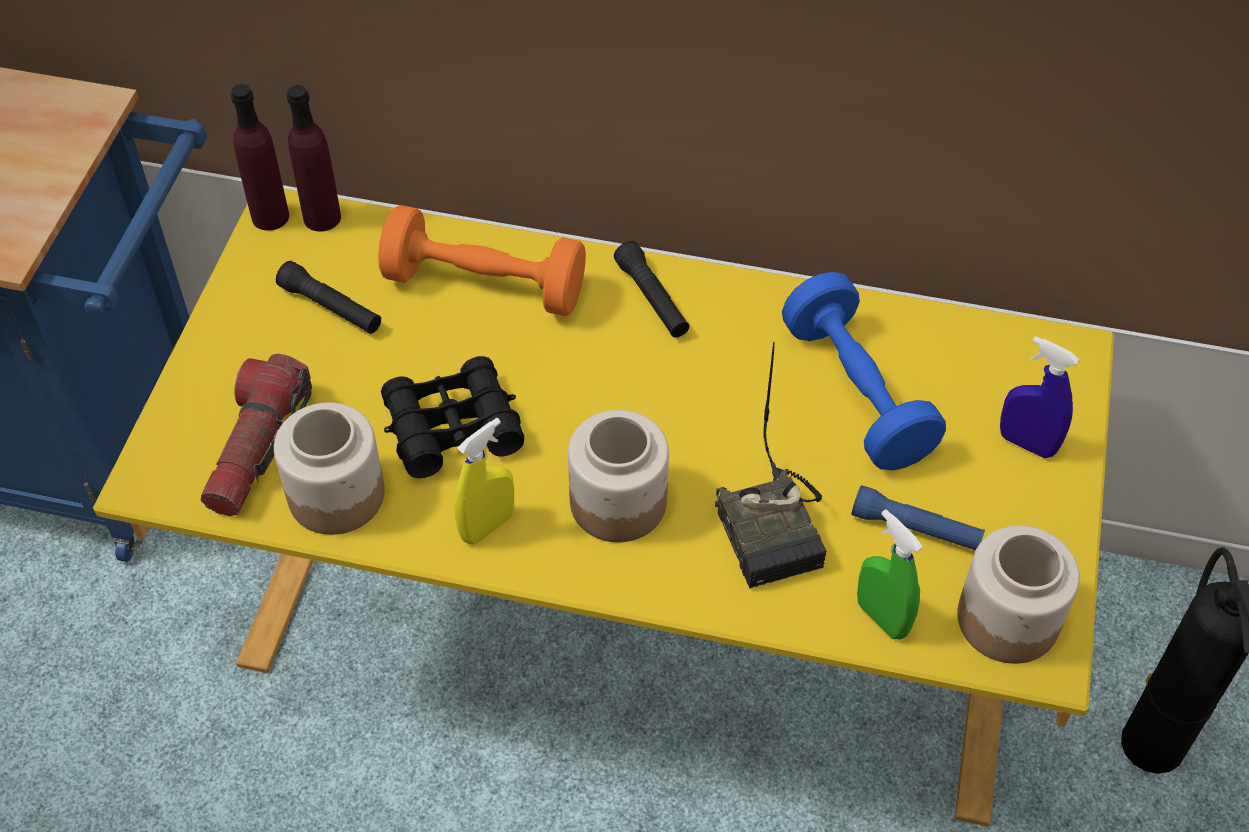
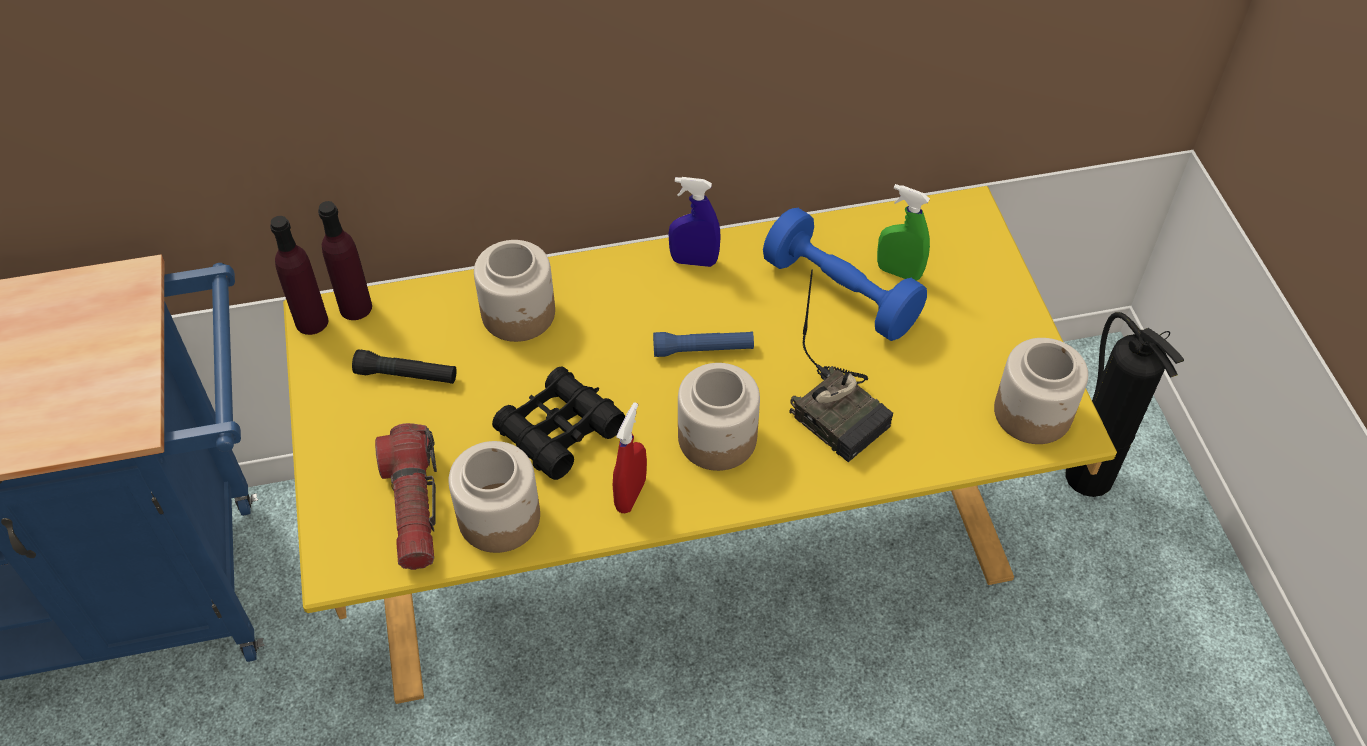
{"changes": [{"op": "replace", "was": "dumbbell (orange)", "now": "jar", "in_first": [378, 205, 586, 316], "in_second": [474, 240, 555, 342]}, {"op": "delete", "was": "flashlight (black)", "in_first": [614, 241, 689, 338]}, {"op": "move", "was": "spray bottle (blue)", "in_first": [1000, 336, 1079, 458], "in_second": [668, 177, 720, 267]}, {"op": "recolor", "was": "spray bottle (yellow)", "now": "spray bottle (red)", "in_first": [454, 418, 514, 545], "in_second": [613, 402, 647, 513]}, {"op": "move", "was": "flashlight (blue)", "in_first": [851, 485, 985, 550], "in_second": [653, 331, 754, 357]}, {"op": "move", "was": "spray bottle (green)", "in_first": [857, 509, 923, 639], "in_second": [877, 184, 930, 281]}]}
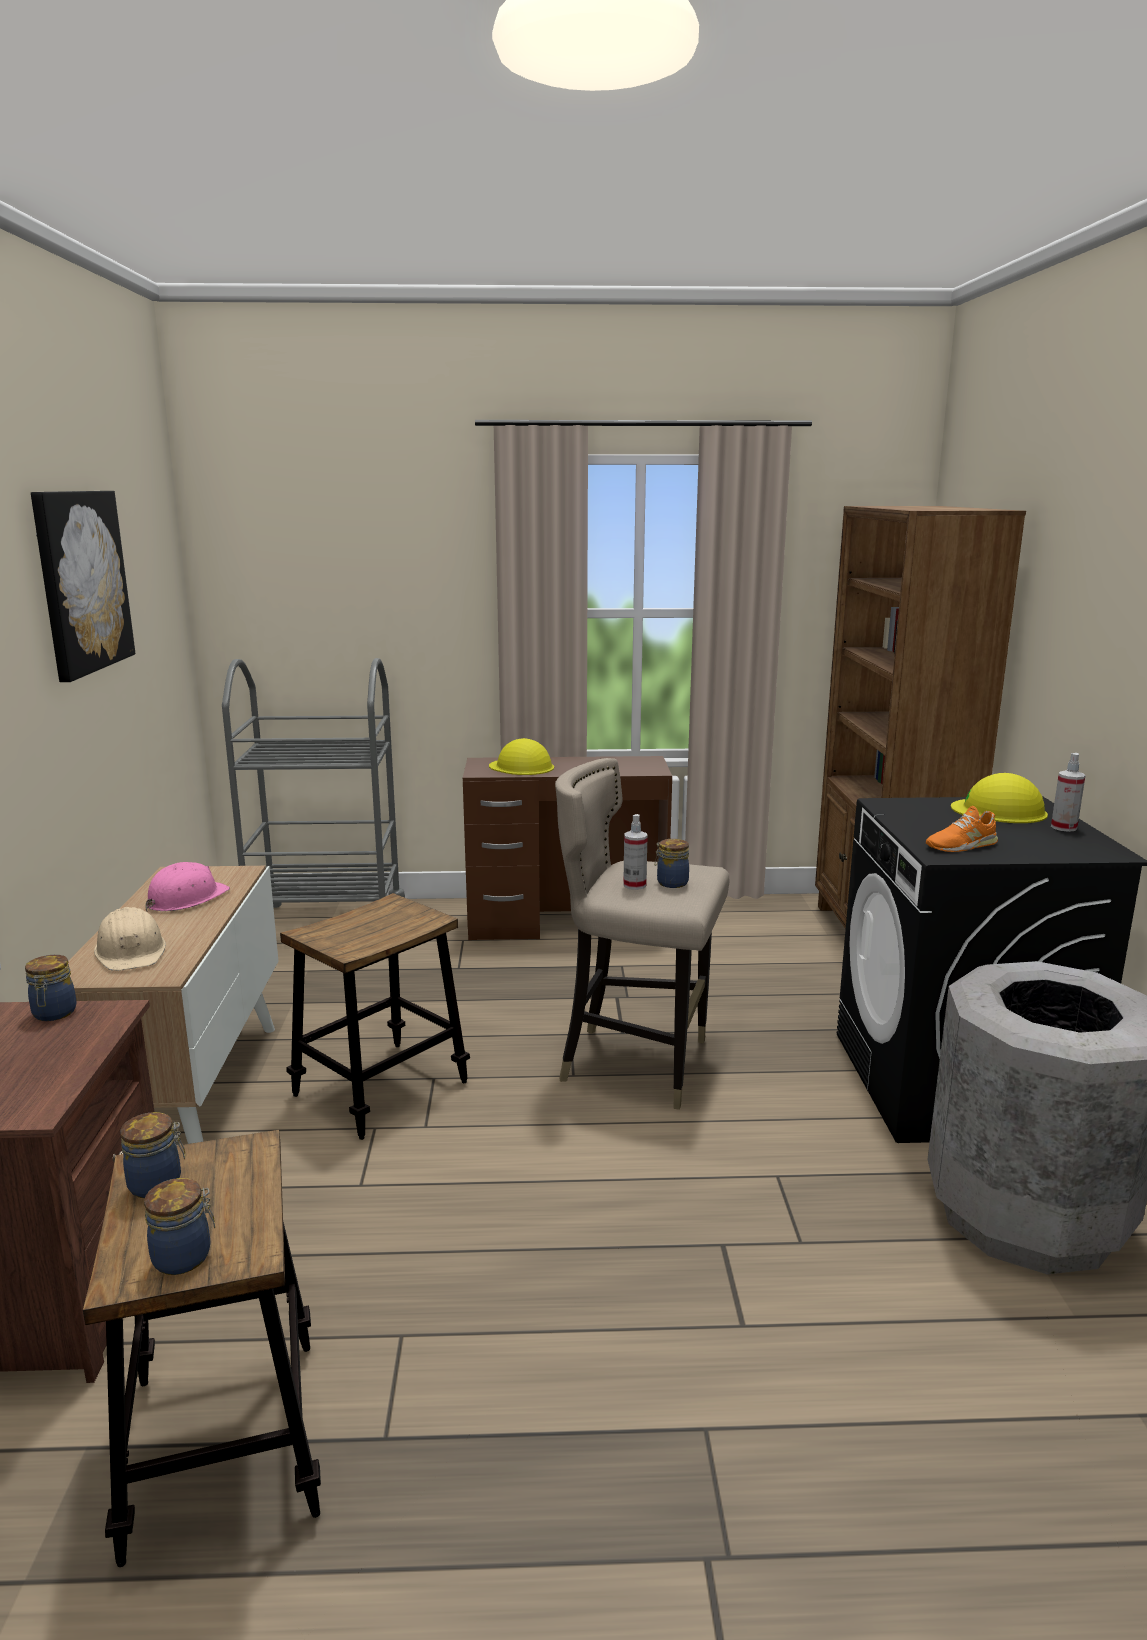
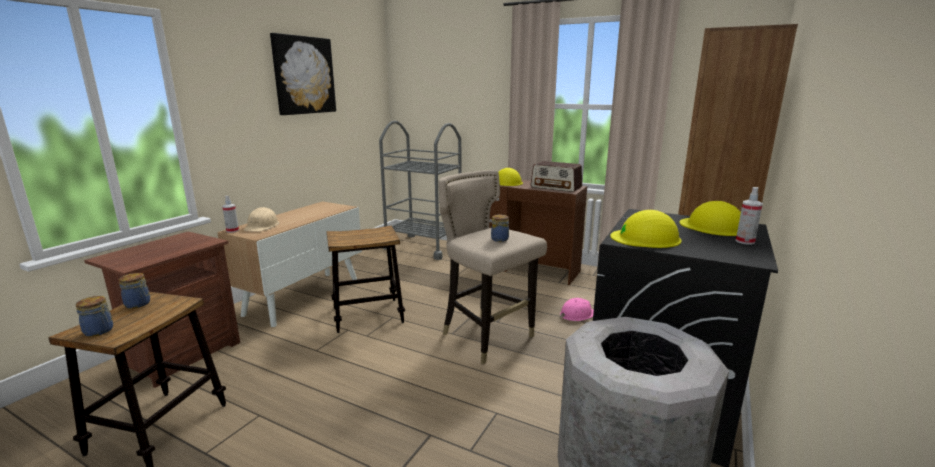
{"changes": [{"op": "replace", "was": "shoe (orange)", "now": "hard hat (yellow)", "in_first": [926, 806, 998, 852], "in_second": [610, 210, 682, 248]}, {"op": "move", "was": "spray bottle", "in_first": [623, 814, 648, 890], "in_second": [222, 196, 239, 233]}, {"op": "move", "was": "hard hat (pink)", "in_first": [145, 862, 230, 911], "in_second": [560, 298, 594, 321]}, {"op": "delete", "was": "jar", "in_first": [25, 955, 77, 1021]}, {"op": "insert", "now": "radio", "in_second": [531, 161, 582, 192]}]}
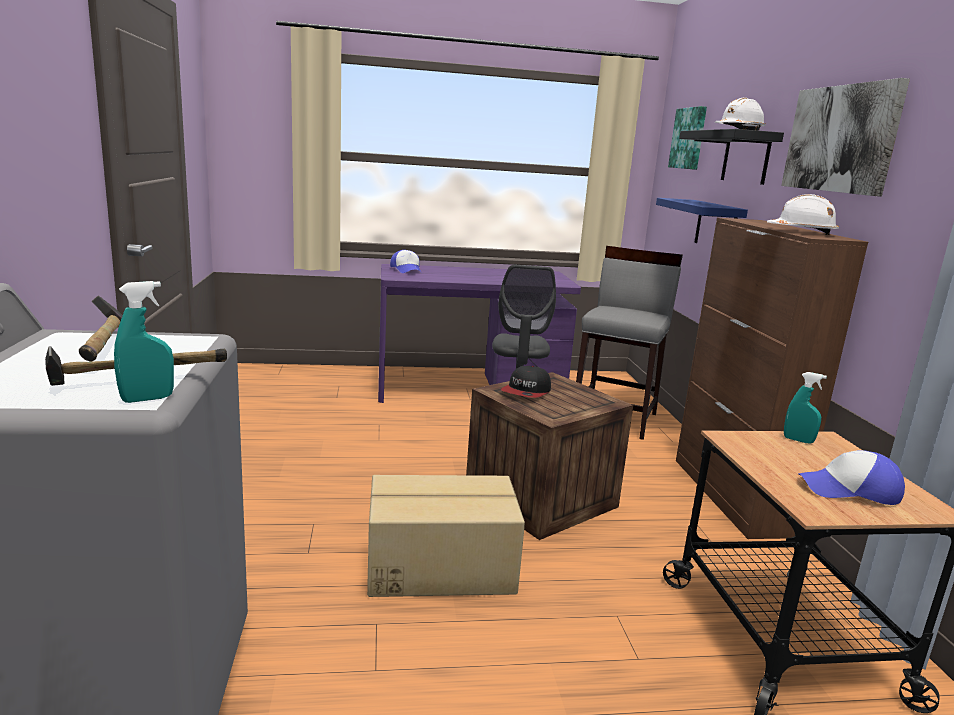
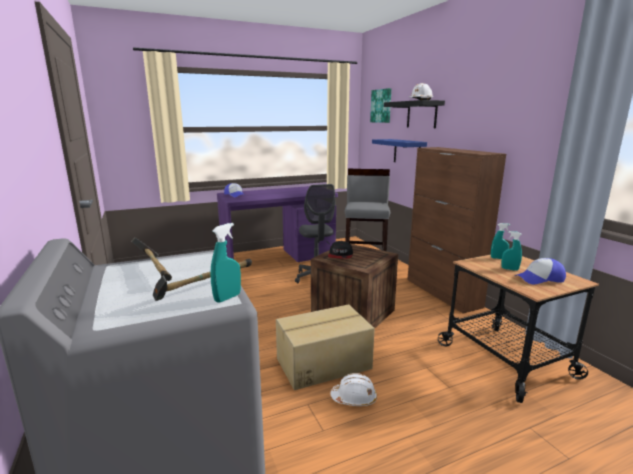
{"changes": [{"op": "delete", "was": "picture", "in_first": [781, 78, 910, 197]}, {"op": "move", "was": "hard hat (white)", "in_first": [767, 194, 839, 235], "in_second": [331, 373, 377, 406]}, {"op": "insert", "now": "spray bottle (turquoise)", "in_second": [501, 231, 522, 271]}]}
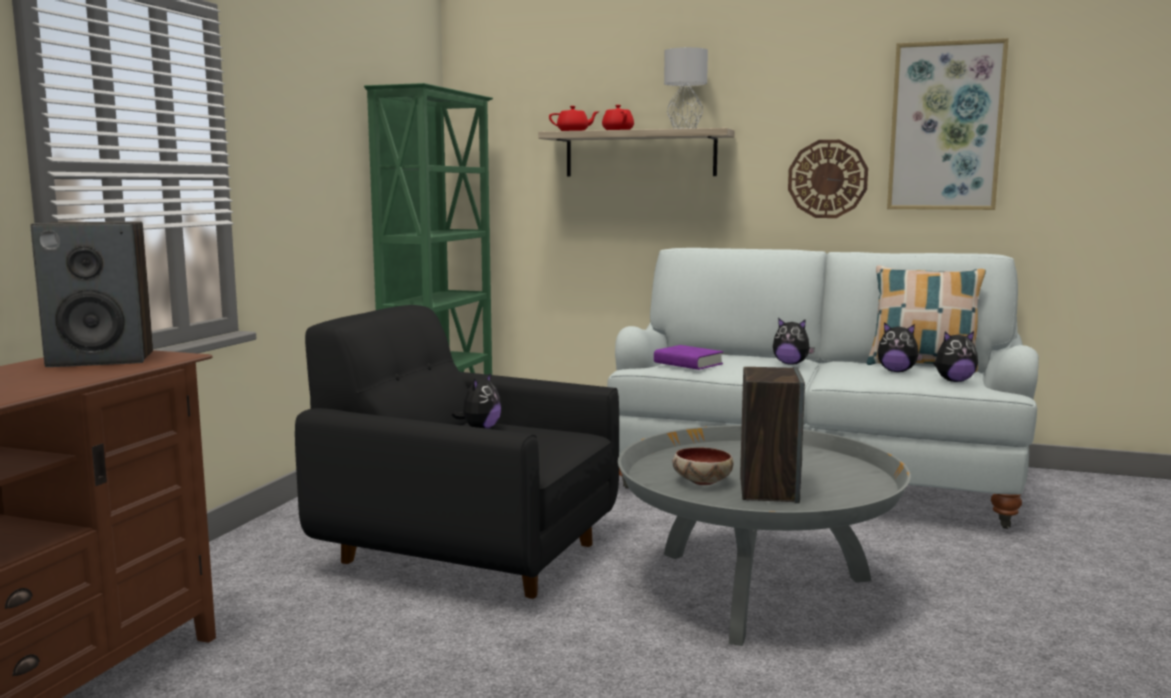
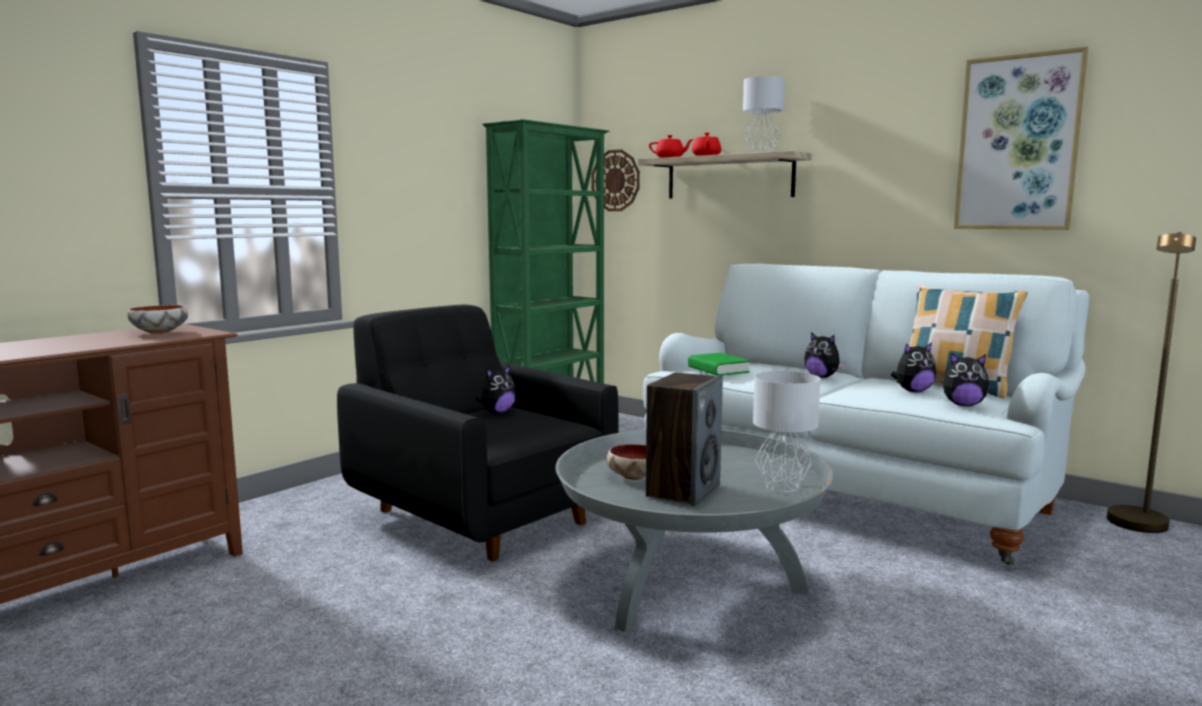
{"changes": [{"op": "move", "was": "wall clock", "in_first": [788, 140, 868, 218], "in_second": [591, 150, 640, 211]}, {"op": "replace", "was": "speaker", "now": "bowl", "in_first": [31, 221, 153, 367], "in_second": [127, 305, 188, 334]}, {"op": "rotate", "was": "plush toy", "in_first": [877, 322, 923, 372], "in_second": [891, 342, 936, 392], "clockwise": -60}, {"op": "recolor", "was": "book (purple)", "now": "book (green)", "in_first": [654, 345, 723, 370], "in_second": [688, 353, 750, 376]}, {"op": "insert", "now": "floor lamp (brown)", "in_second": [1107, 232, 1196, 533]}, {"op": "insert", "now": "table lamp (grey)", "in_second": [753, 371, 820, 492]}]}
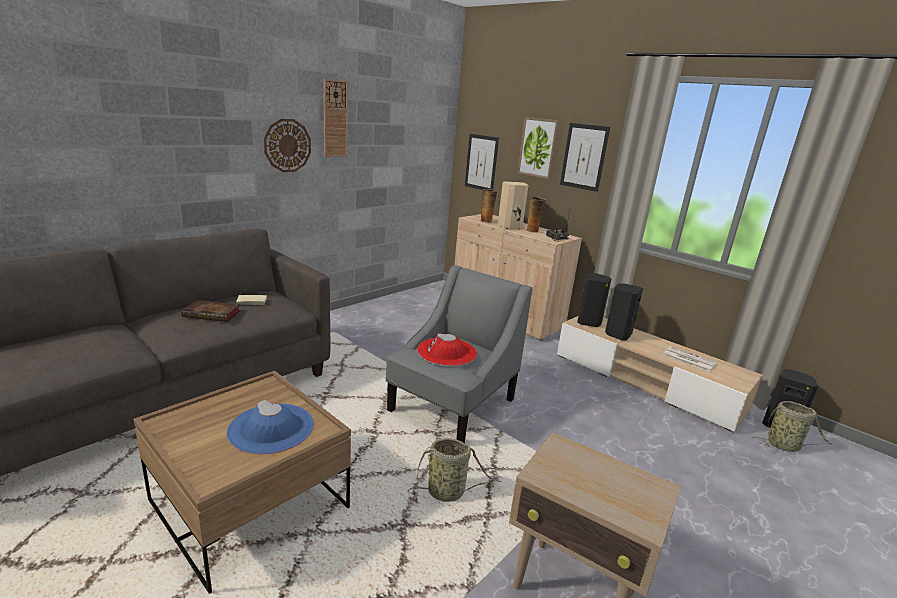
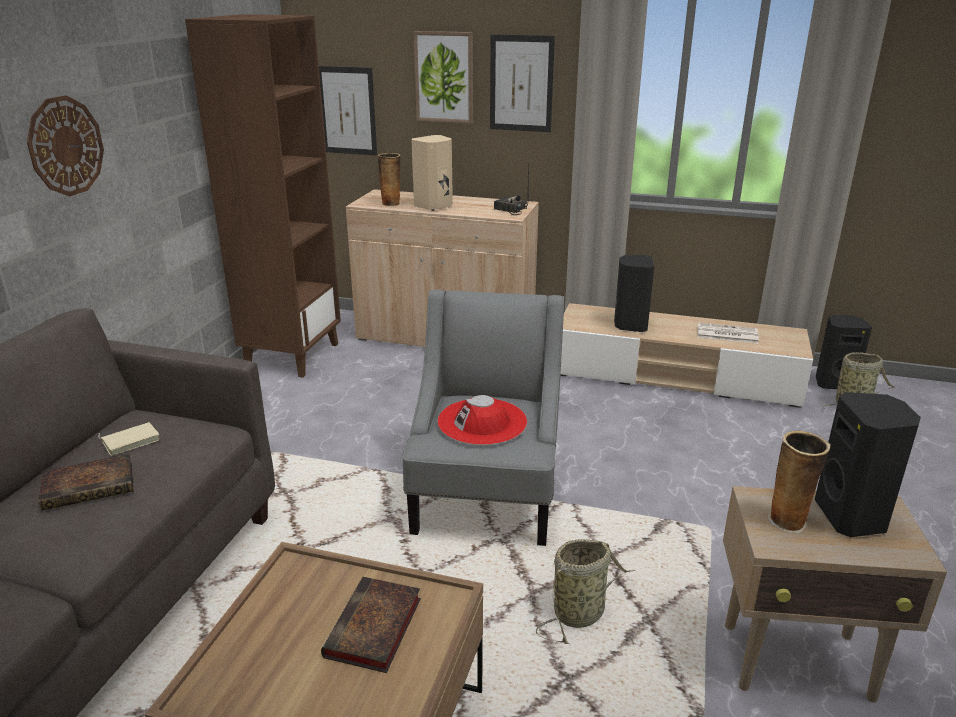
{"changes": [{"op": "delete", "was": "wall clock", "in_first": [323, 79, 348, 157]}, {"op": "move", "was": "vase", "in_first": [526, 197, 545, 233], "in_second": [768, 431, 831, 533]}, {"op": "move", "was": "speaker (black)", "in_first": [577, 273, 611, 327], "in_second": [815, 392, 921, 537]}, {"op": "replace", "was": "hat (blue)", "now": "book", "in_first": [227, 400, 314, 454], "in_second": [321, 577, 421, 673]}, {"op": "insert", "now": "bookcase (brown)", "in_second": [185, 14, 341, 377]}]}
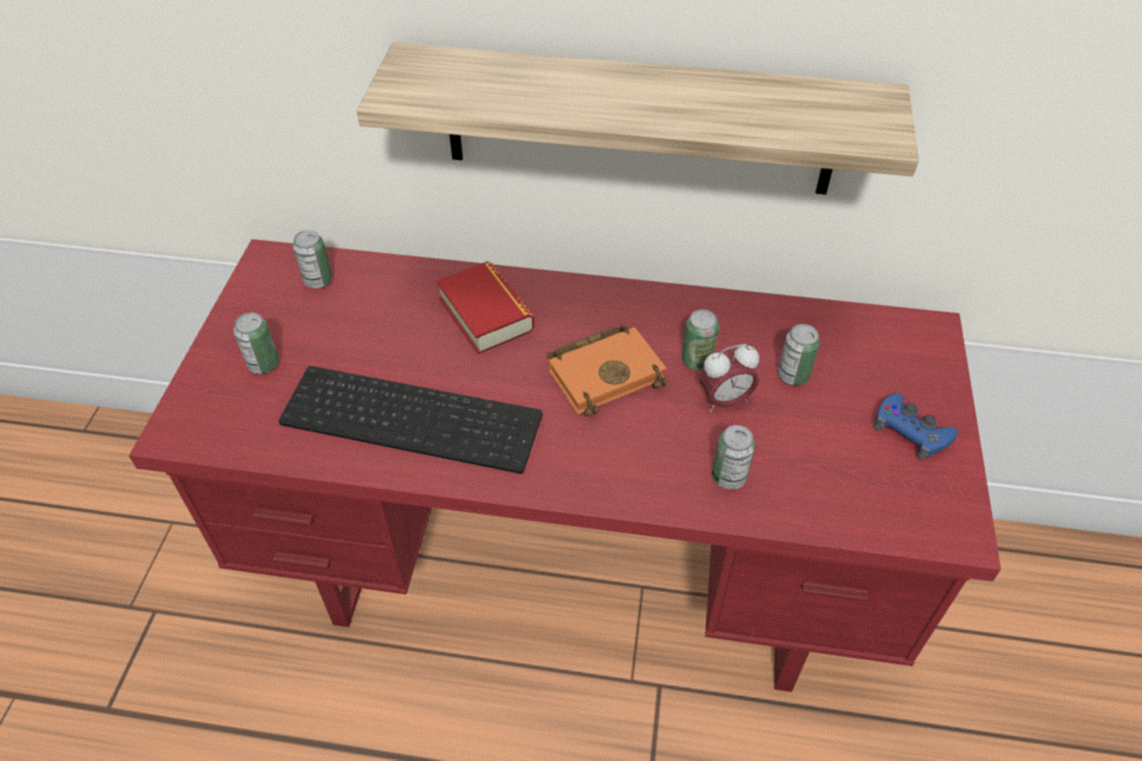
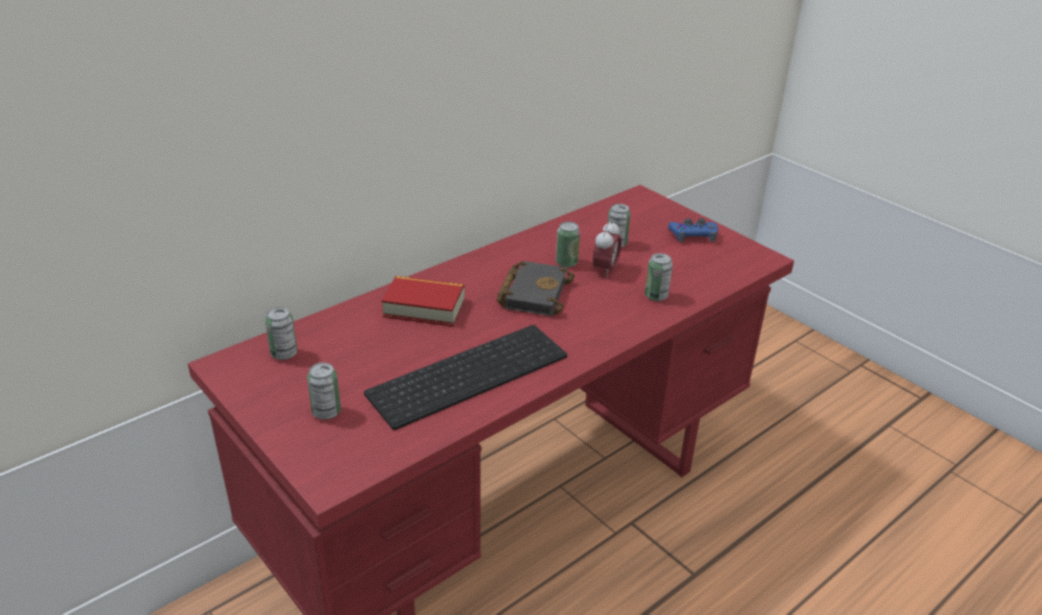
{"changes": [{"op": "delete", "was": "shelf", "in_first": [357, 43, 919, 195]}, {"op": "recolor", "was": "book (orange)", "now": "book (black)", "in_first": [547, 325, 668, 417], "in_second": [496, 261, 575, 316]}]}
